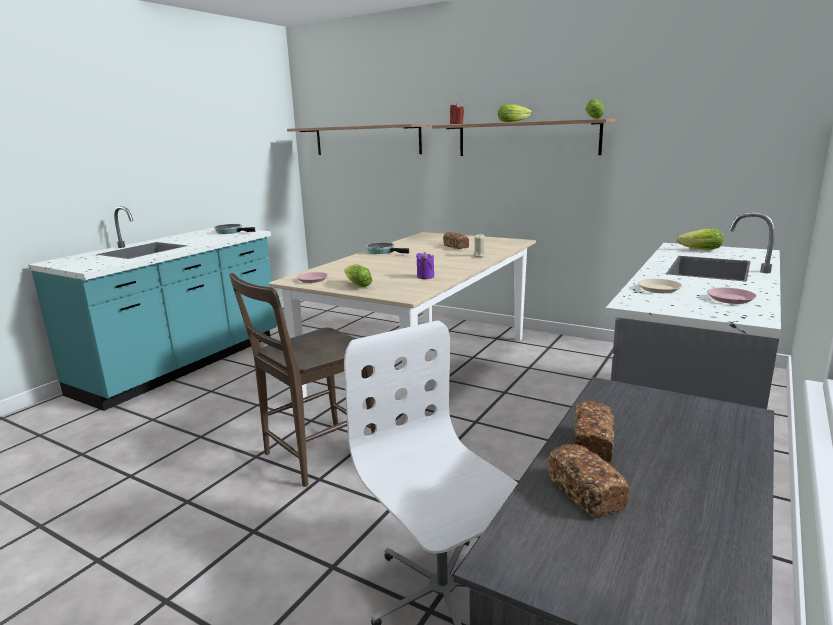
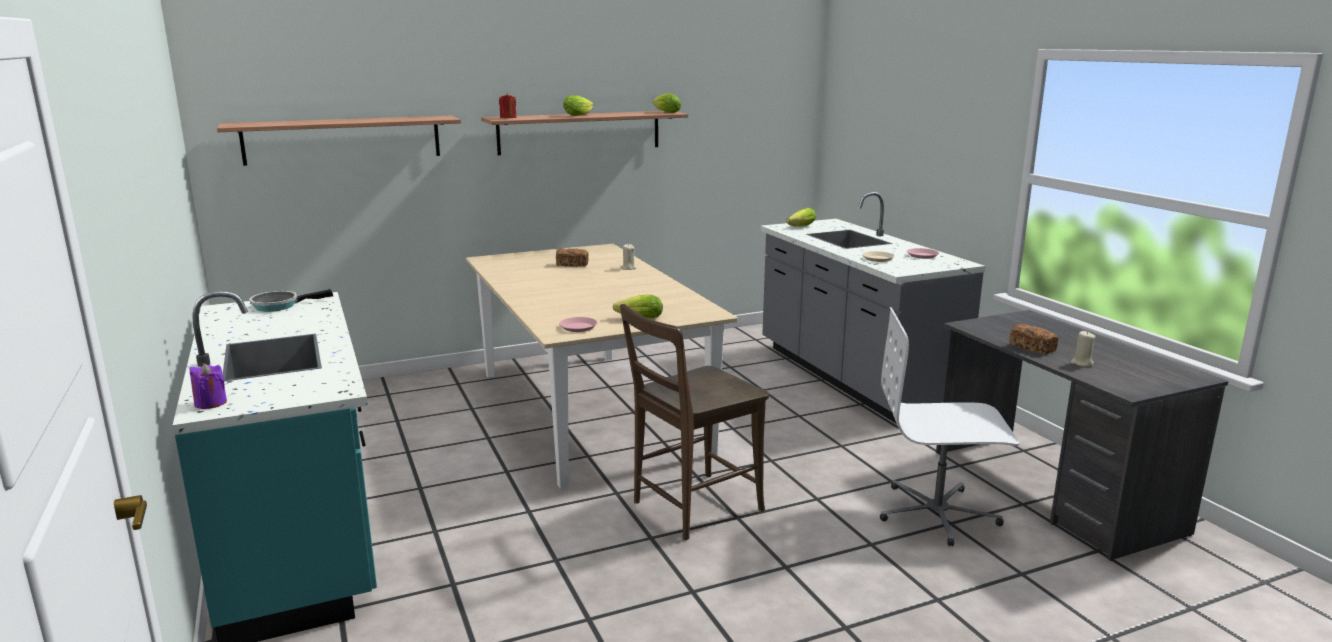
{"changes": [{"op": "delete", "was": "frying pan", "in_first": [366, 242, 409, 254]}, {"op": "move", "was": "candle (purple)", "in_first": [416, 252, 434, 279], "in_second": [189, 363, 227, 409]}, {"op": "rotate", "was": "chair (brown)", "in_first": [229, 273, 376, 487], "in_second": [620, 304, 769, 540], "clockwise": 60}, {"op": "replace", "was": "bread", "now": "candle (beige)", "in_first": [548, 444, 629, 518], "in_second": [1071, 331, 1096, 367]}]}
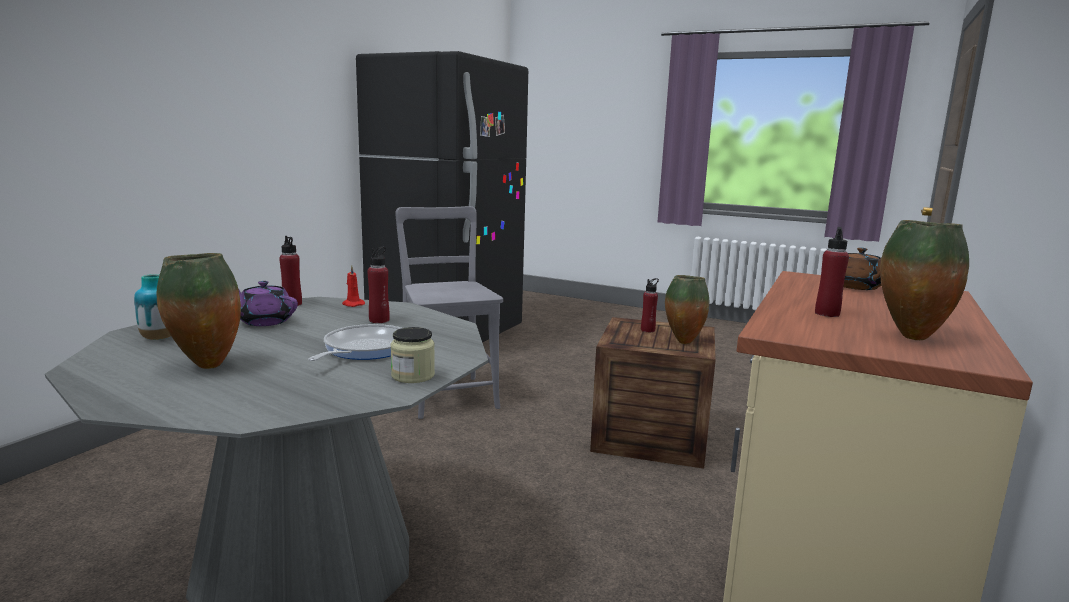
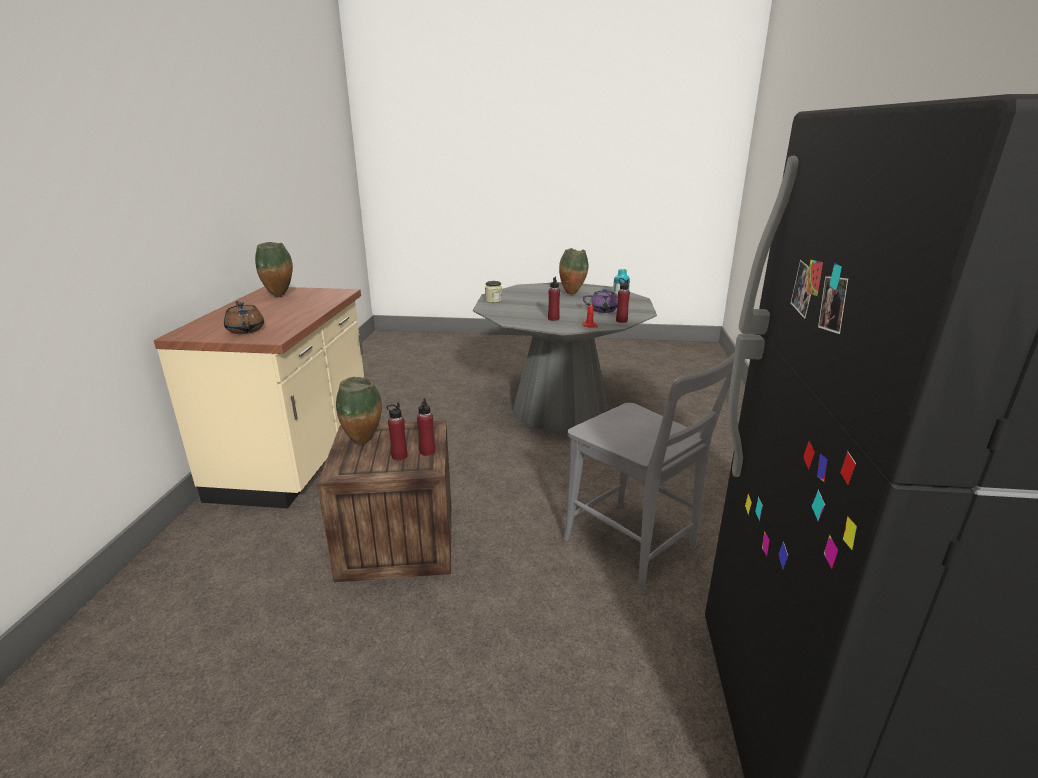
{"changes": [{"op": "move", "was": "bottle (red)", "in_first": [815, 227, 849, 317], "in_second": [417, 398, 435, 456]}, {"op": "delete", "was": "frying pan", "in_first": [308, 324, 401, 361]}]}
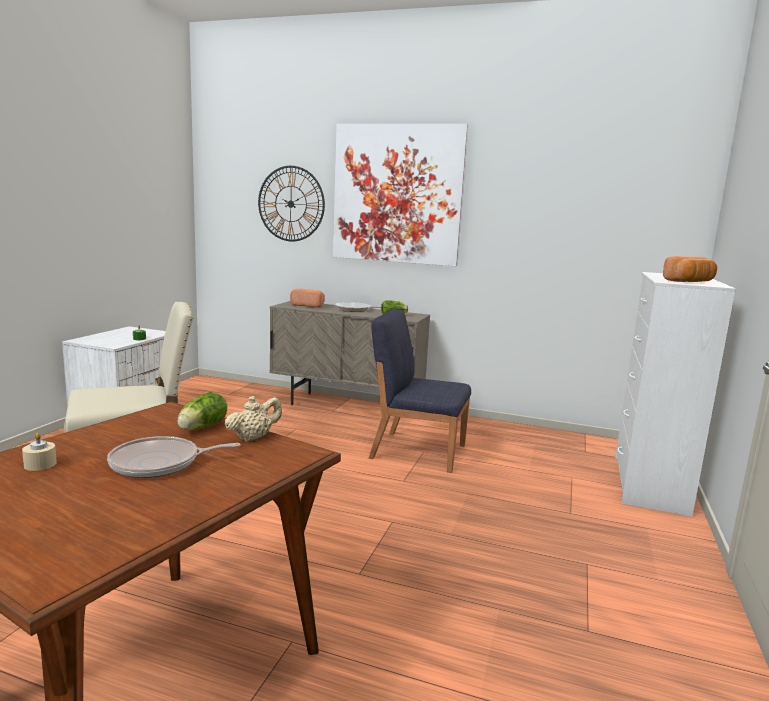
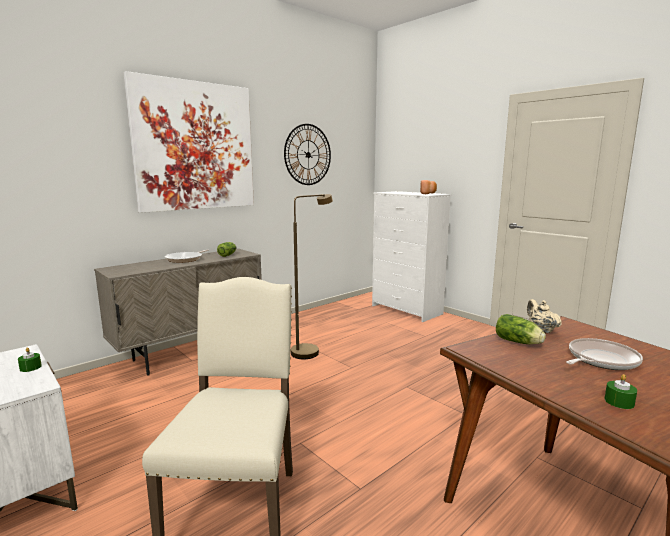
{"changes": [{"op": "move", "was": "wall clock", "in_first": [258, 166, 325, 242], "in_second": [284, 124, 331, 185]}, {"op": "delete", "was": "bread", "in_first": [290, 289, 325, 307]}, {"op": "replace", "was": "chair (blue)", "now": "floor lamp (brown)", "in_first": [369, 309, 471, 473], "in_second": [291, 194, 333, 359]}, {"op": "recolor", "was": "candle (beige)", "now": "candle (green)", "in_first": [22, 433, 57, 471], "in_second": [605, 374, 637, 409]}, {"op": "rotate", "was": "frying pan", "in_first": [107, 436, 241, 478], "in_second": [566, 338, 643, 370], "clockwise": -135}]}
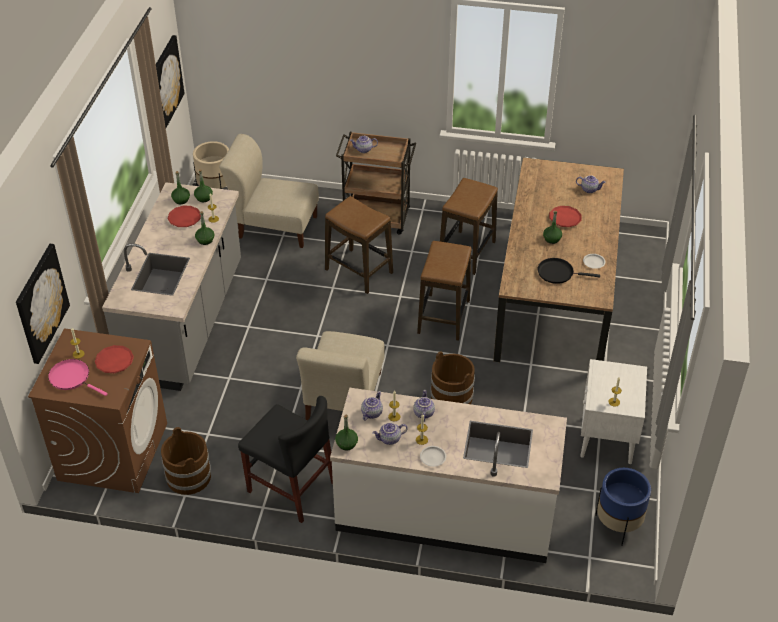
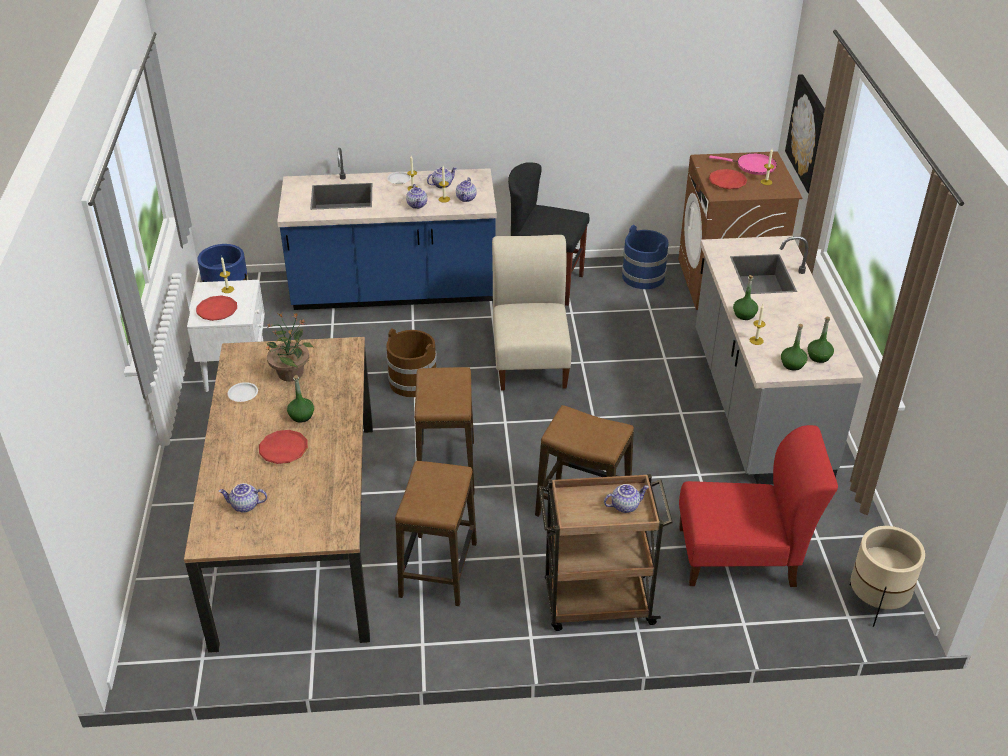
{"changes": [{"op": "delete", "was": "picture", "in_first": [156, 35, 185, 128]}, {"op": "recolor", "was": "chair (beige)", "now": "chair (red)", "in_first": [219, 134, 319, 248], "in_second": [679, 425, 838, 587]}, {"op": "move", "was": "plate (red)", "in_first": [168, 206, 201, 227], "in_second": [196, 295, 237, 321]}, {"op": "replace", "was": "frying pan (black)", "now": "potted plant", "in_first": [538, 258, 600, 284], "in_second": [265, 313, 313, 382]}, {"op": "recolor", "was": "counter (white)", "now": "counter (blue)", "in_first": [330, 388, 567, 563], "in_second": [277, 148, 497, 310]}, {"op": "delete", "was": "bottle (green)", "in_first": [335, 415, 358, 451]}, {"op": "recolor", "was": "bucket (brown)", "now": "bucket (blue)", "in_first": [161, 427, 211, 495], "in_second": [622, 225, 669, 289]}]}
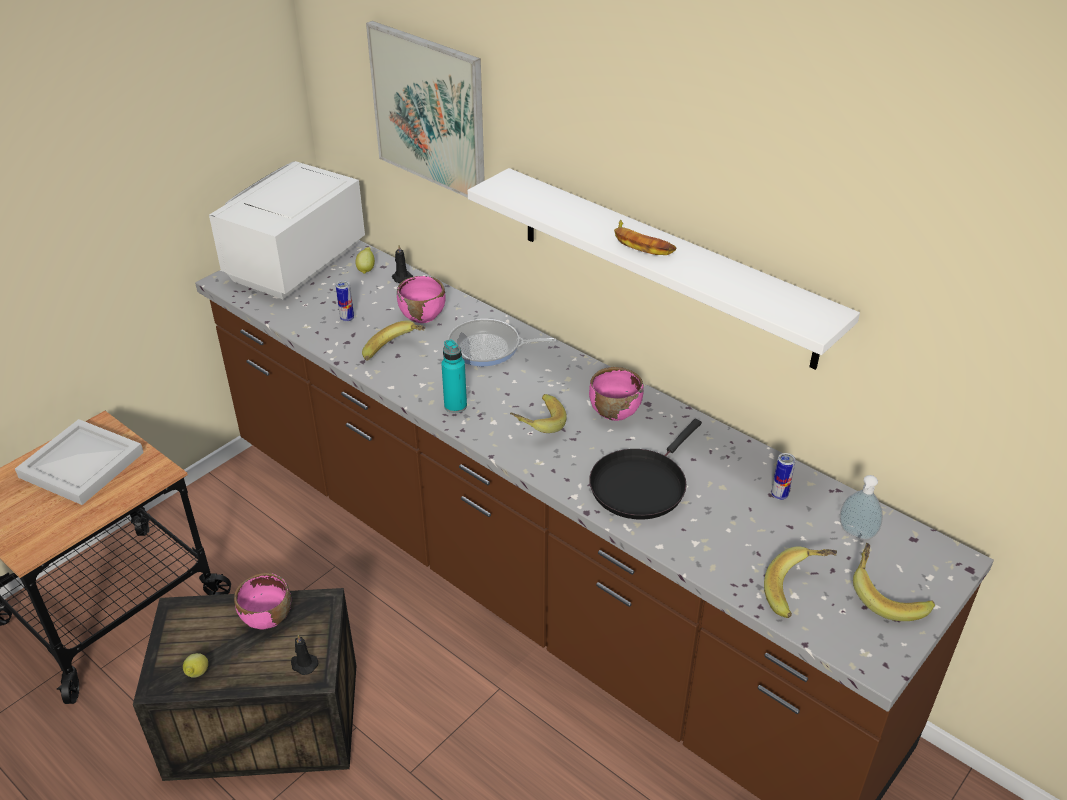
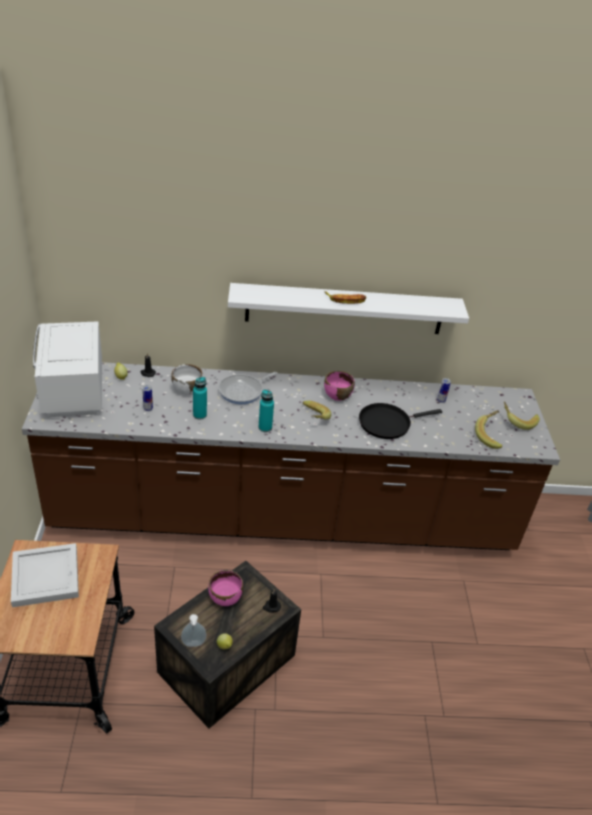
{"changes": [{"op": "delete", "was": "picture", "in_first": [366, 21, 485, 198]}, {"op": "recolor", "was": "bowl (pink)", "now": "bowl (white)", "in_first": [397, 276, 446, 323], "in_second": [171, 364, 203, 395]}, {"op": "replace", "was": "banana", "now": "bottle (turquoise)", "in_first": [362, 320, 426, 361], "in_second": [193, 377, 207, 419]}, {"op": "rotate", "was": "frying pan (black)", "in_first": [589, 419, 702, 520], "in_second": [359, 403, 442, 439], "clockwise": 75}, {"op": "move", "was": "soap dispenser", "in_first": [840, 475, 883, 540], "in_second": [181, 614, 206, 647]}]}
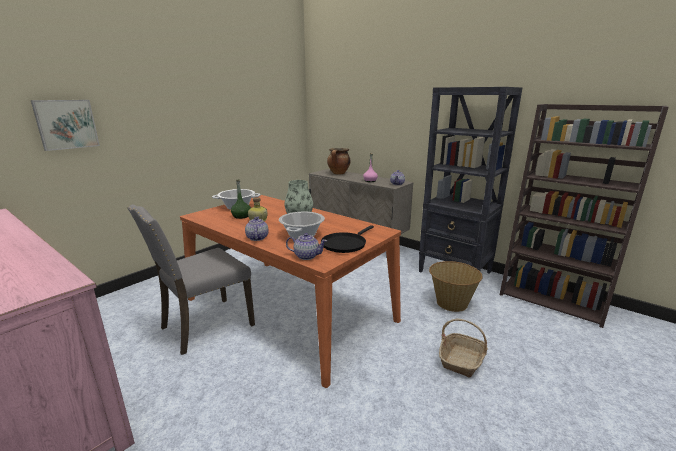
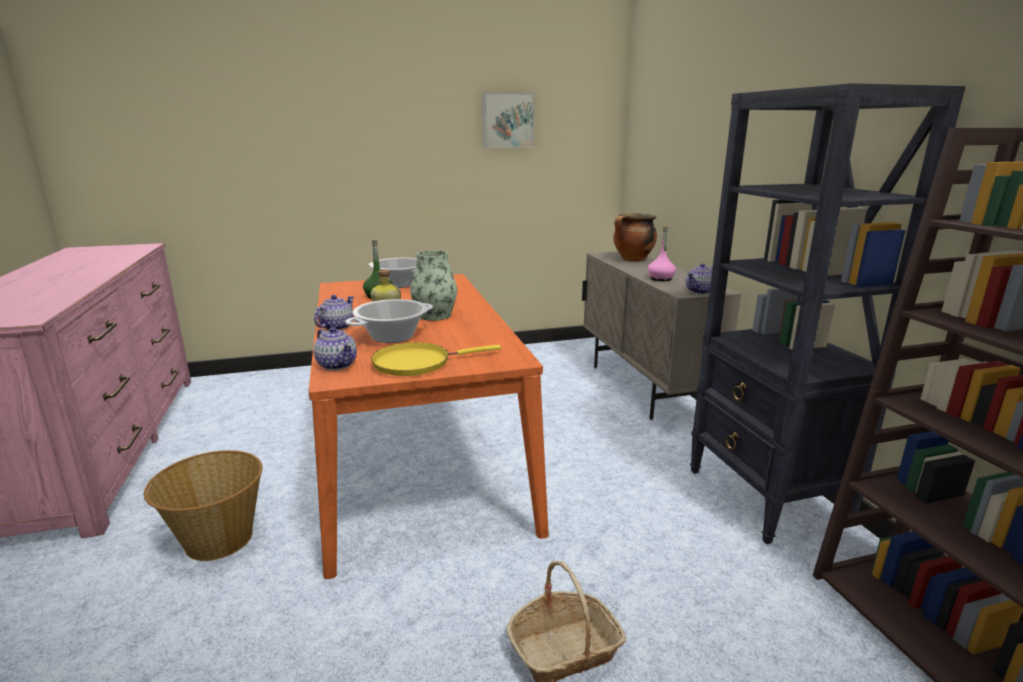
{"changes": [{"op": "move", "was": "picture", "in_first": [31, 100, 100, 151], "in_second": [483, 92, 534, 148]}, {"op": "delete", "was": "chair (grey)", "in_first": [127, 204, 255, 355]}, {"op": "recolor", "was": "frying pan (black)", "now": "frying pan (yellow)", "in_first": [321, 225, 374, 253], "in_second": [371, 342, 501, 376]}, {"op": "move", "was": "basket", "in_first": [429, 261, 483, 312], "in_second": [144, 450, 262, 561]}]}
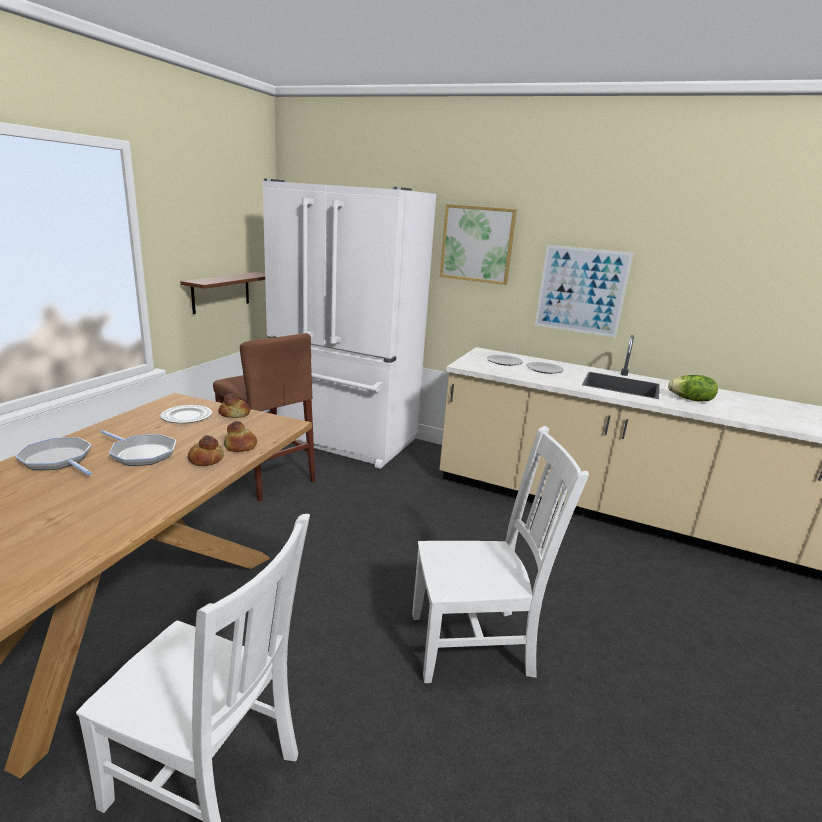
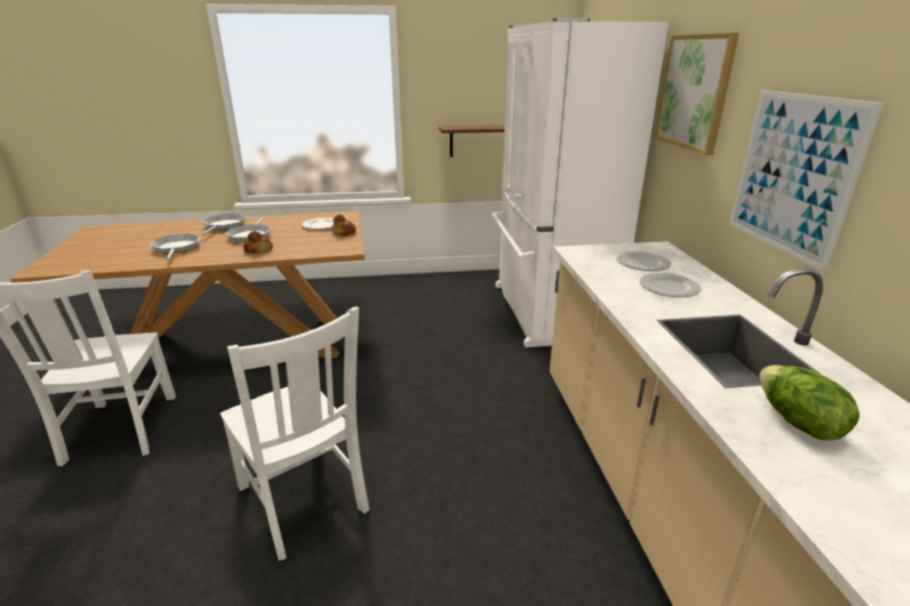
{"changes": [{"op": "delete", "was": "stool (brown)", "in_first": [213, 333, 315, 502]}, {"op": "delete", "was": "bread", "in_first": [224, 421, 257, 452]}, {"op": "insert", "now": "frying pan", "in_second": [151, 233, 200, 260]}]}
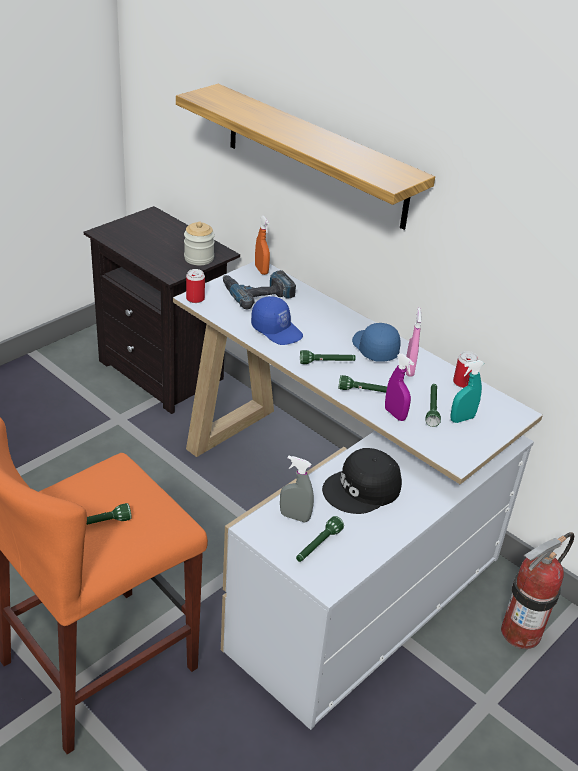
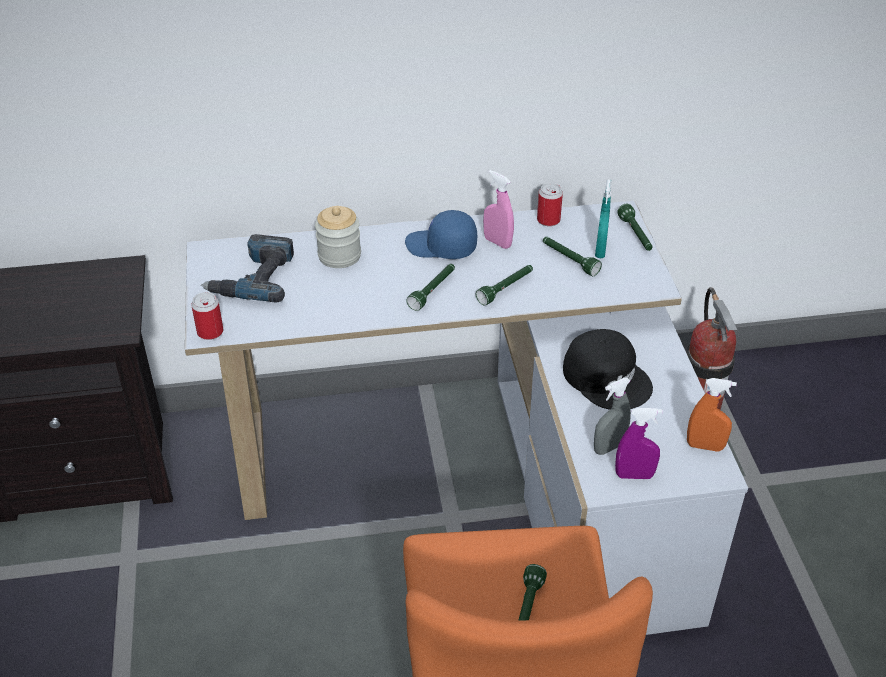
{"changes": [{"op": "delete", "was": "shelf", "in_first": [176, 84, 435, 230]}, {"op": "move", "was": "spray bottle (orange)", "in_first": [255, 216, 270, 275], "in_second": [687, 378, 737, 451]}, {"op": "move", "was": "jar", "in_first": [184, 221, 215, 265], "in_second": [315, 206, 361, 268]}, {"op": "delete", "was": "cap (blue)", "in_first": [251, 296, 303, 345]}, {"op": "move", "was": "spray bottle (purple)", "in_first": [385, 354, 414, 421], "in_second": [615, 408, 663, 479]}, {"op": "rotate", "was": "cap (black)", "in_first": [322, 448, 402, 514], "in_second": [563, 329, 653, 410], "clockwise": -45}, {"op": "move", "was": "flashlight (green)", "in_first": [296, 516, 344, 562], "in_second": [617, 204, 653, 251]}]}
